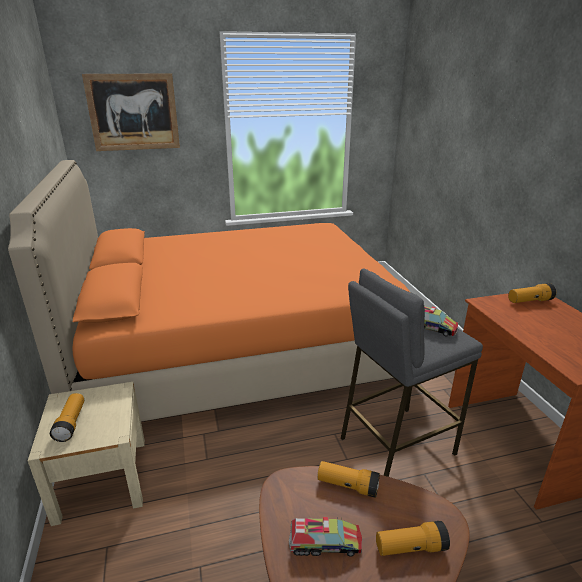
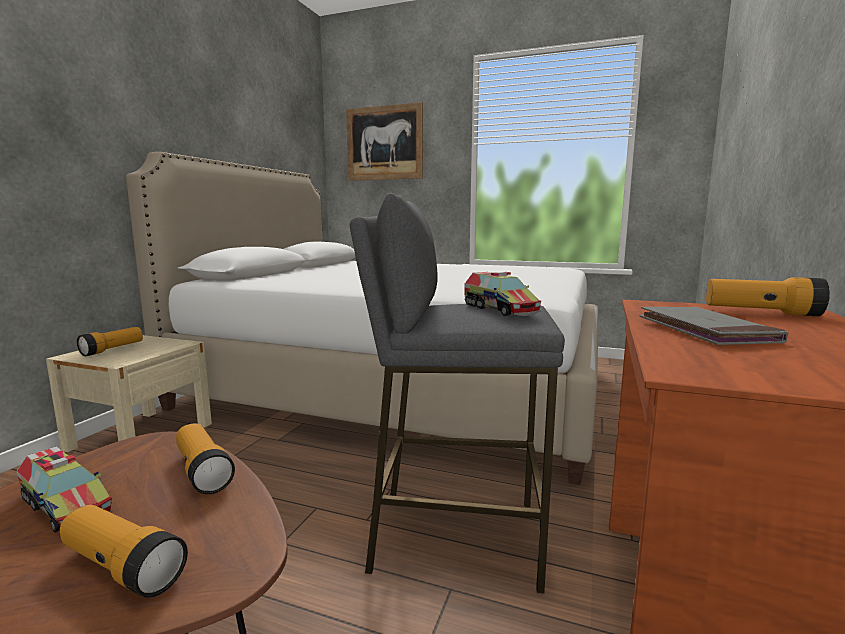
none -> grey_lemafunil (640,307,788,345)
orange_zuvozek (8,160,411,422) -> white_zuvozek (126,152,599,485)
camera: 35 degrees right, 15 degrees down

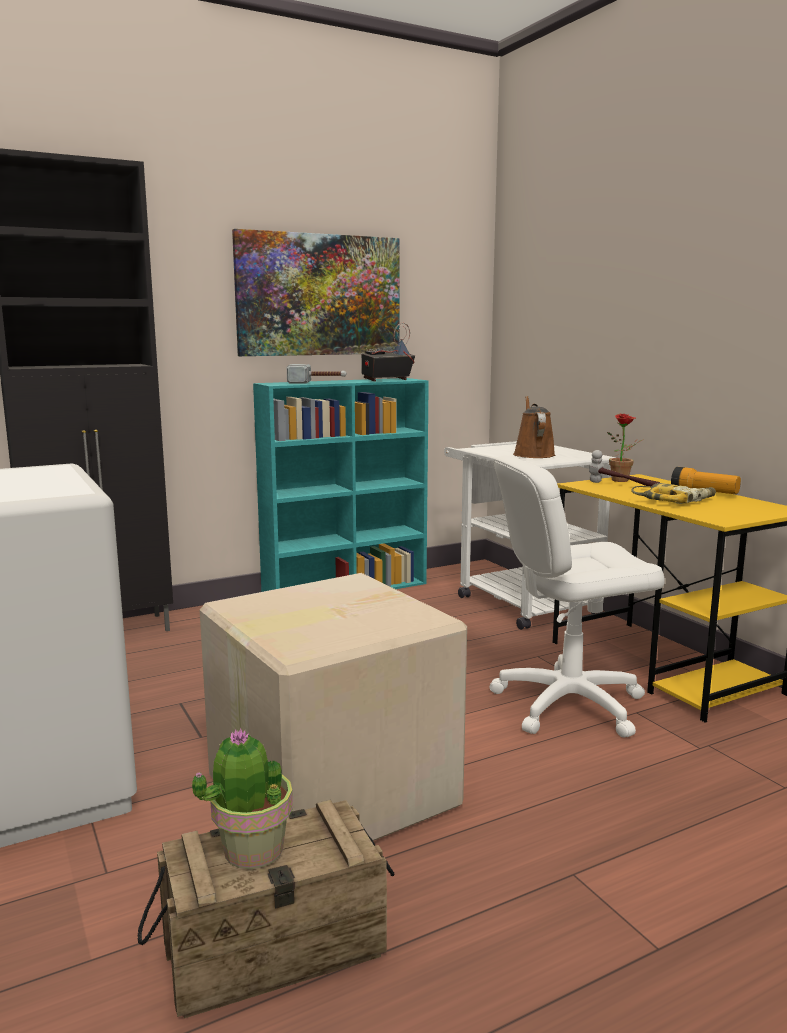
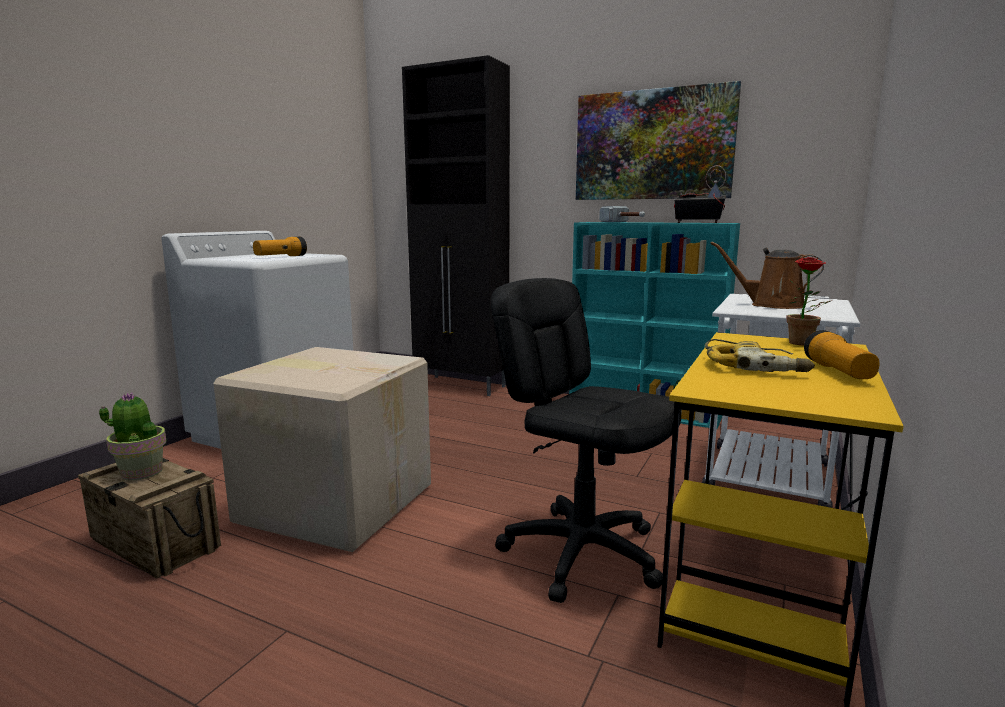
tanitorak (589,450,660,488) -> none
none -> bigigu (253,237,307,256)
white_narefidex (489,456,665,738) -> black_narefidex (491,278,681,603)
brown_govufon (513,396,556,458) -> brown_govufon (710,241,824,309), 120 degrees counterclockwise
camera: 55 degrees right, 0 degrees up

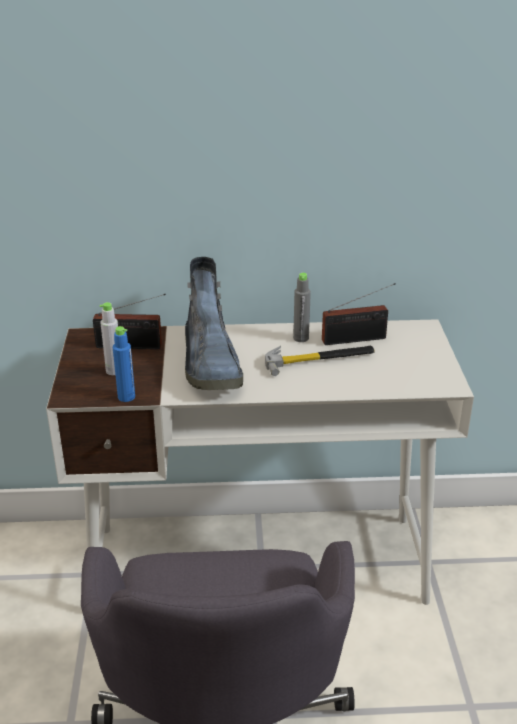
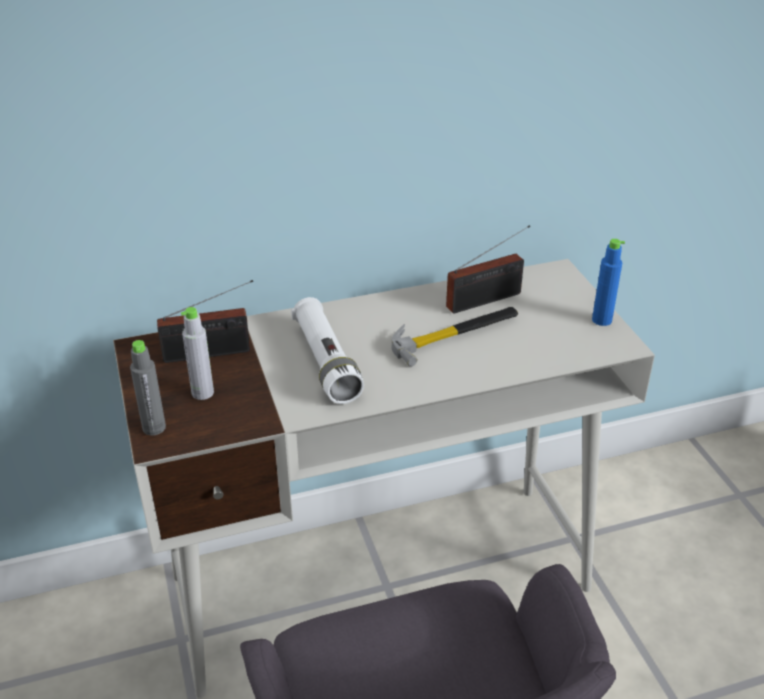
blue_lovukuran (113,326,135,402) -> blue_lovukuran (592,239,625,326), shifted
grey_lovukuran (293,273,311,342) -> grey_lovukuran (130,340,166,435), shifted
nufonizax (185,257,243,390) -> white_bigigu (291,297,364,404)
camera: 15 degrees left, 5 degrees up

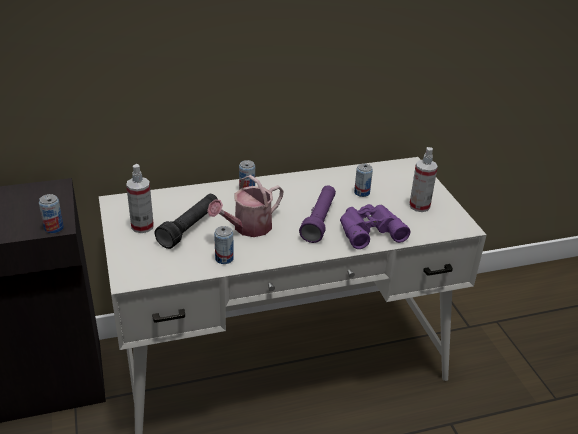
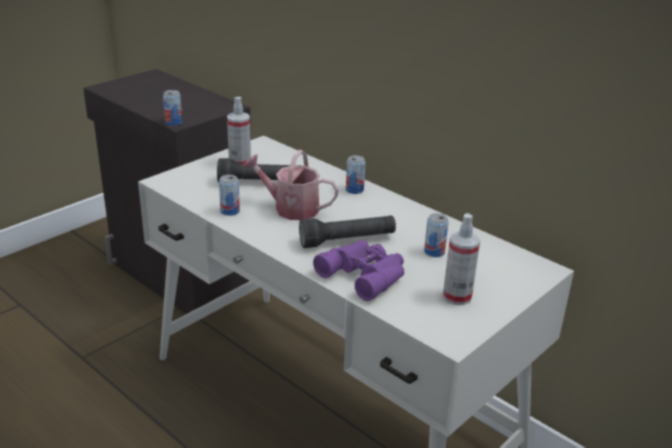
purple_bigigu (299,185,336,243) -> black_bigigu (299,216,396,248)
camera: 60 degrees right, 5 degrees down

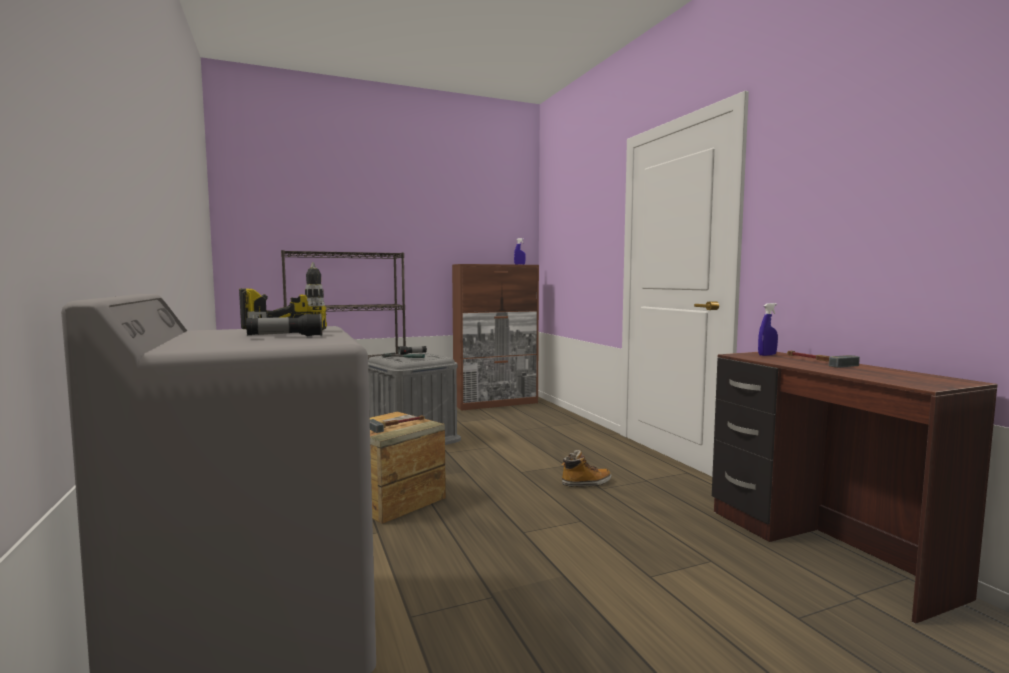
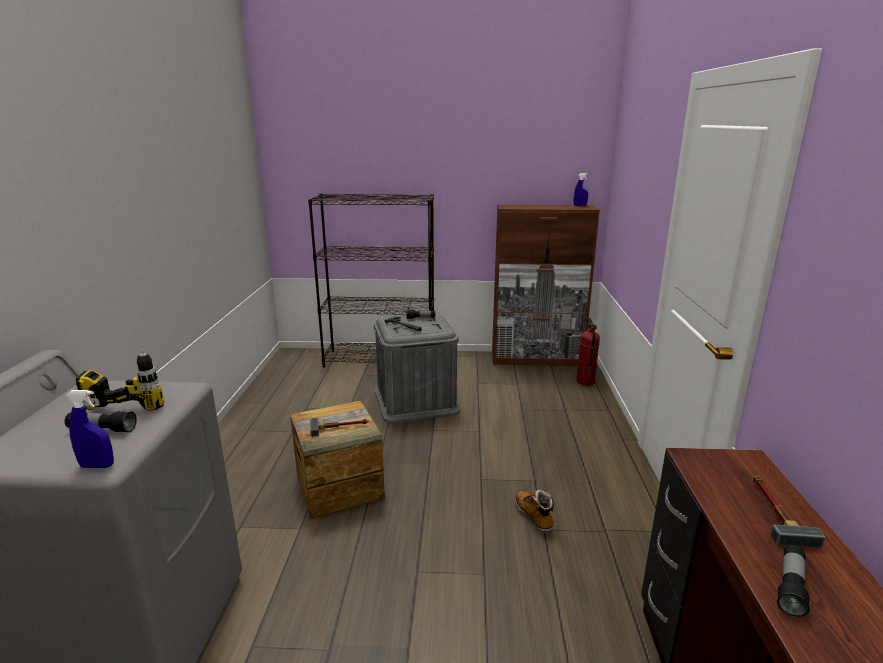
none -> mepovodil (576,318,600,386)
none -> bigigu (777,545,810,617)
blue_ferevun (758,303,778,356) -> blue_ferevun (65,390,114,468), shifted
nufonizax (561,450,611,487) -> nufonizax (515,490,554,534), 120 degrees counterclockwise
camera: 25 degrees right, 15 degrees up

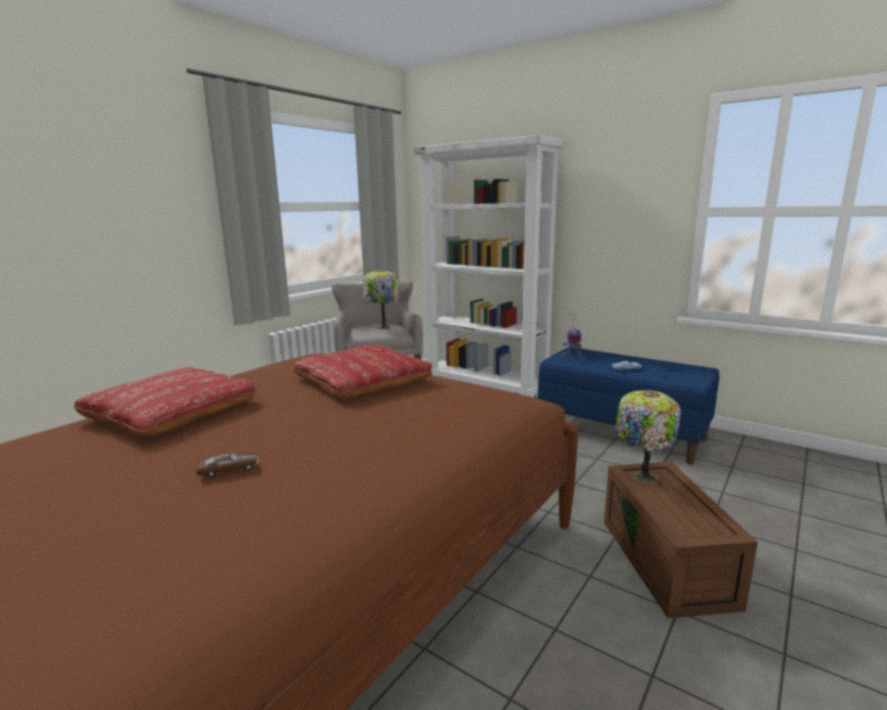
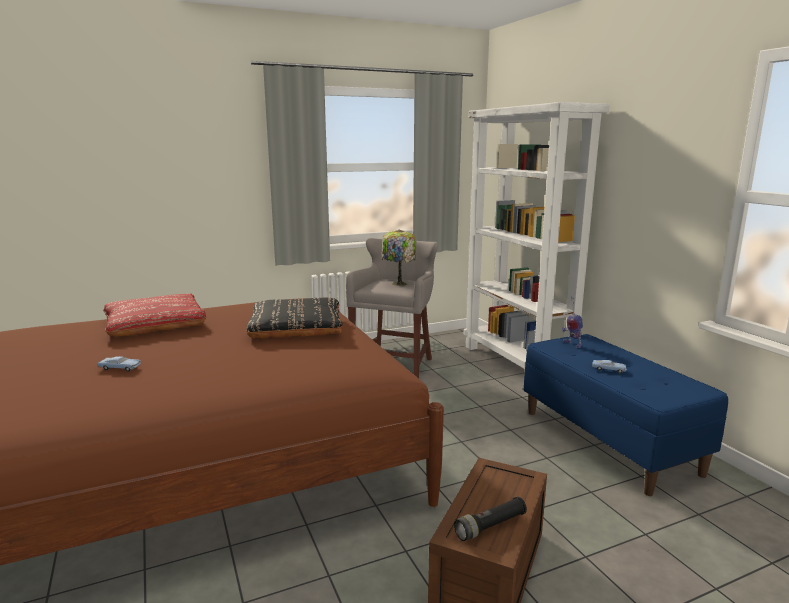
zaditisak (615,390,681,484) -> none
none -> black_bigigu (454,497,527,541)
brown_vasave (196,452,258,478) -> blue_vasave (97,356,141,372)
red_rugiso (292,344,432,399) -> black_rugiso (246,297,343,338)
camera: 30 degrees right, 0 degrees up

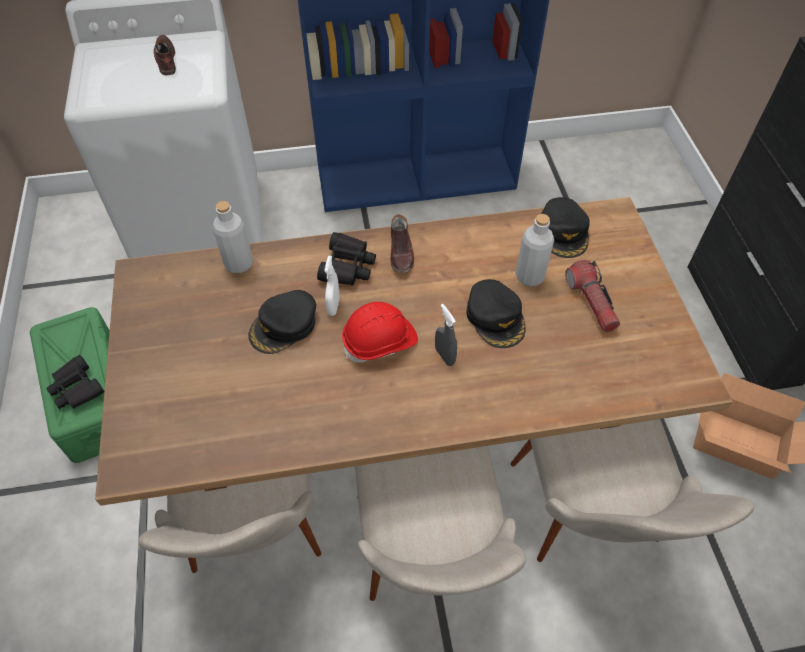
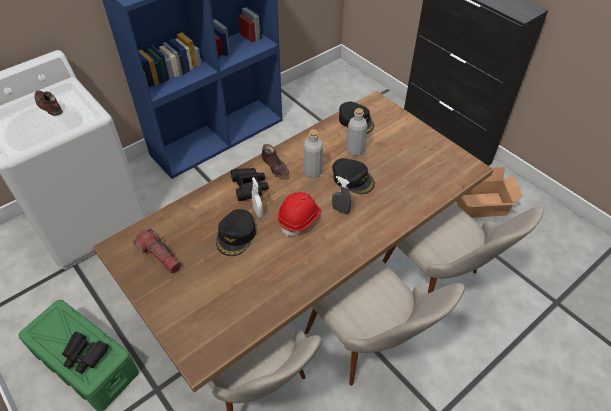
grey_lovukuran (213,201,253,273) -> grey_lovukuran (303,129,323,178), shifted
bigigu (565,260,620,332) -> bigigu (134,228,181,273), shifted
camera: 30 degrees left, 5 degrees down

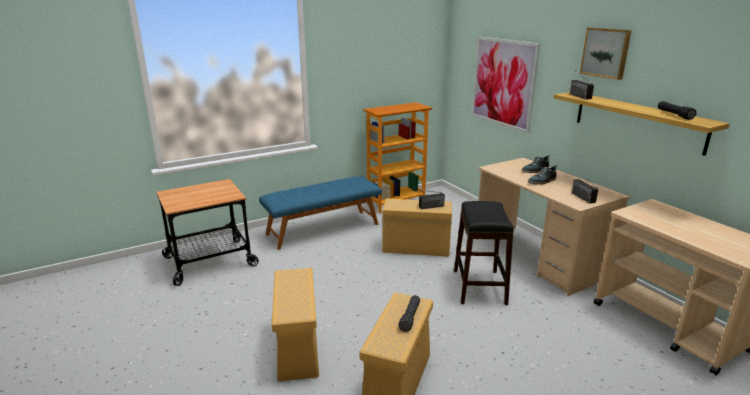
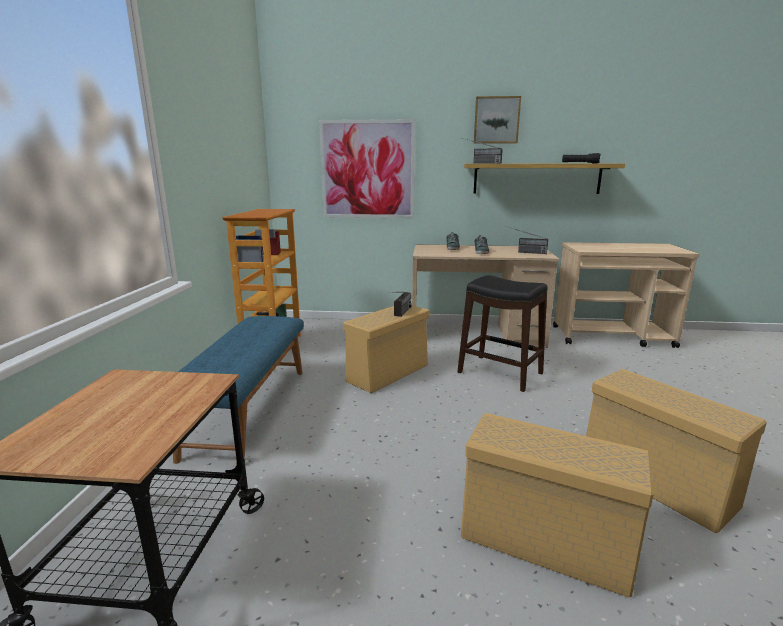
black_bigigu (399,295,420,332) -> none
camera: 55 degrees left, 5 degrees down

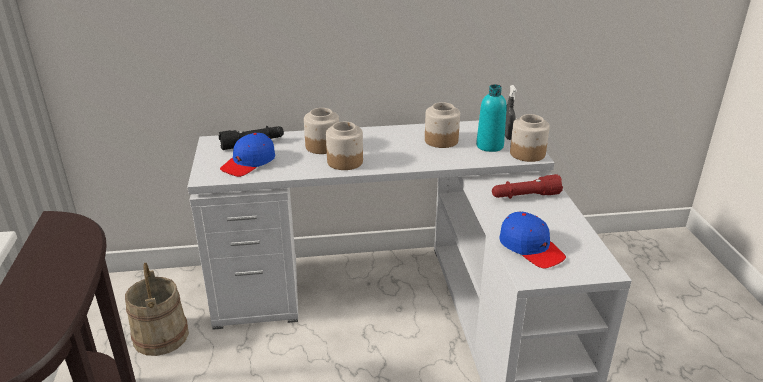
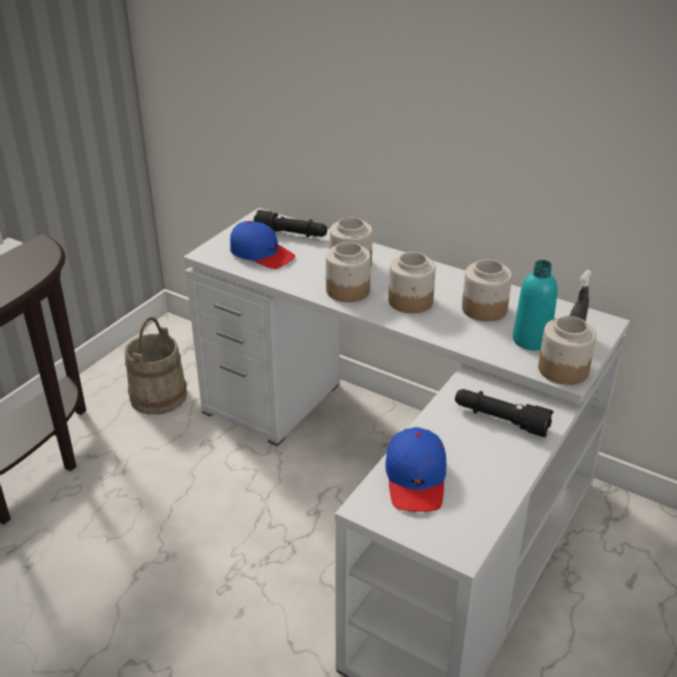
none -> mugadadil (388,252,436,313)
red_bigigu (492,174,563,199) -> black_bigigu (455,389,553,437)
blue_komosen (220,133,275,177) -> blue_komosen (230,221,295,269), 135 degrees counterclockwise
camera: 40 degrees right, 5 degrees up

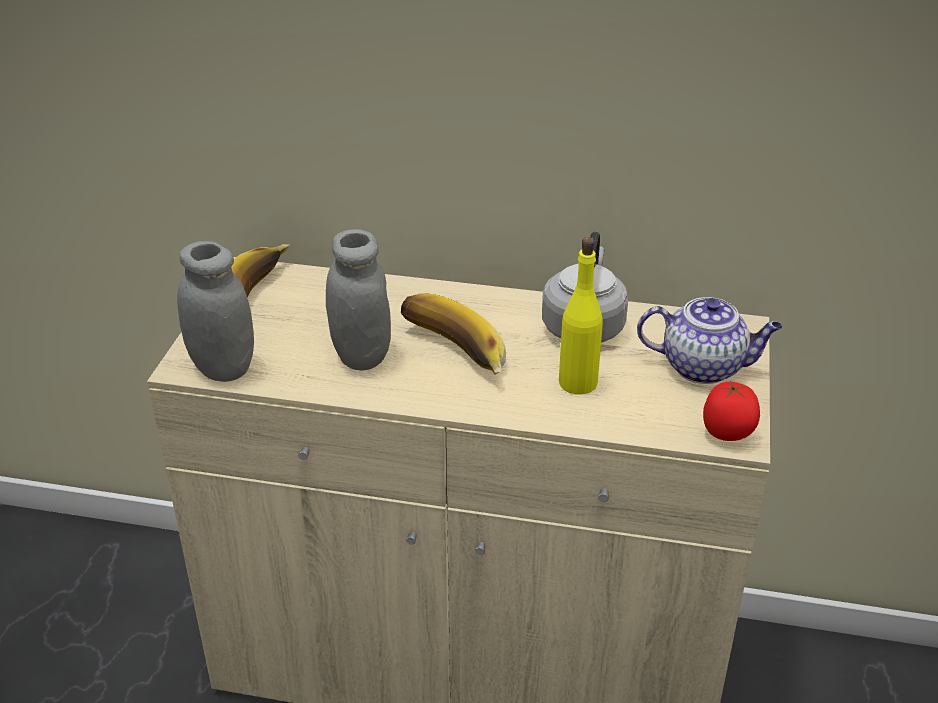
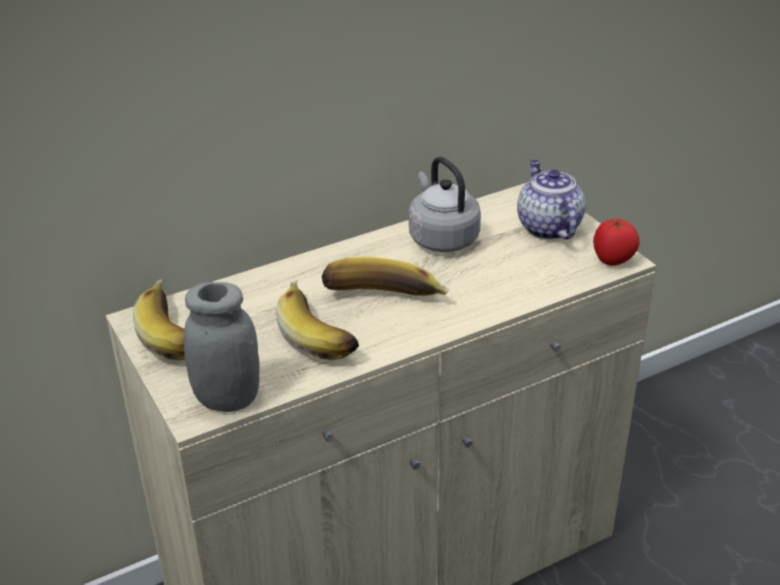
yellow_lovukuran (559,237,603,395) -> none
grey_mugadadil (326,229,391,371) -> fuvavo (276,280,359,360)
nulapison (637,297,783,384) -> nulapison (517,160,586,239), 75 degrees counterclockwise
camera: 40 degrees left, 0 degrees up

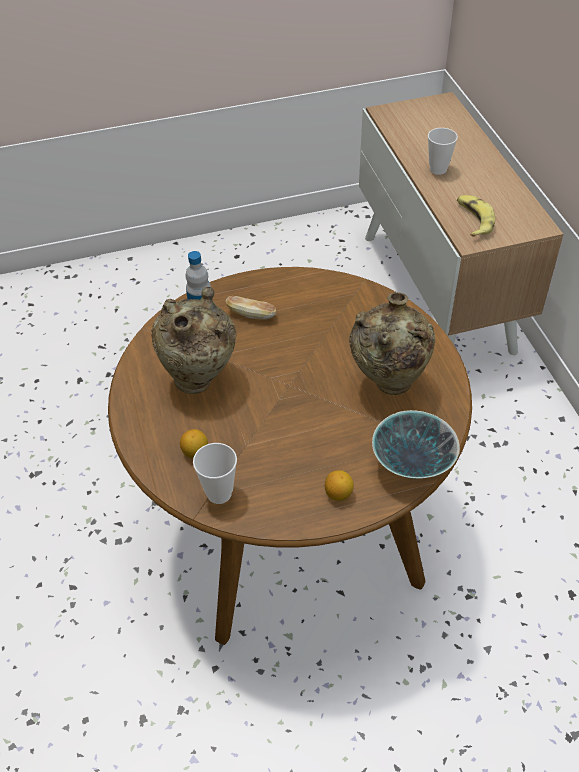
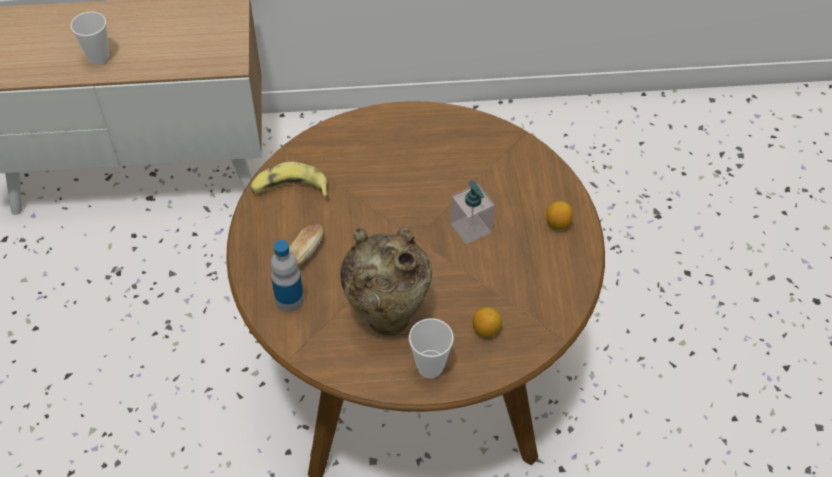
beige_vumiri (349,292,435,395) -> none
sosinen (372,410,460,479) -> none
none -> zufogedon (450,180,495,244)
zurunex (193,443,237,504) -> zurunex (409,318,454,378), shifted
fuvavo (457,195,495,237) -> fuvavo (250,162,329,198), shifted
camera: 80 degrees left, 5 degrees up

